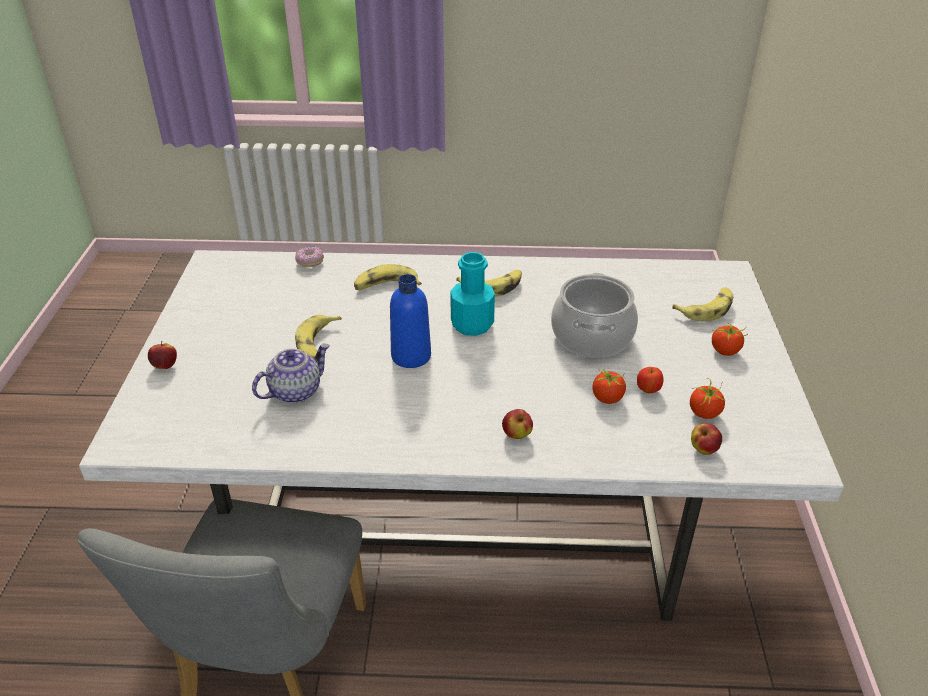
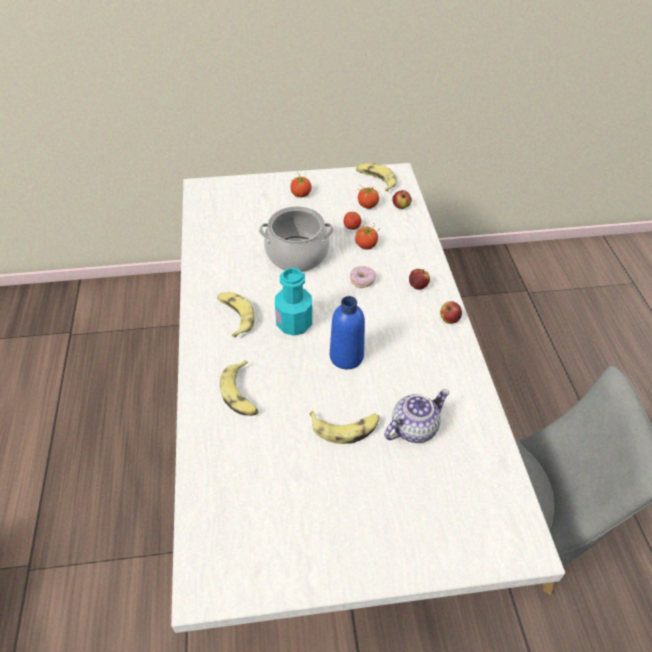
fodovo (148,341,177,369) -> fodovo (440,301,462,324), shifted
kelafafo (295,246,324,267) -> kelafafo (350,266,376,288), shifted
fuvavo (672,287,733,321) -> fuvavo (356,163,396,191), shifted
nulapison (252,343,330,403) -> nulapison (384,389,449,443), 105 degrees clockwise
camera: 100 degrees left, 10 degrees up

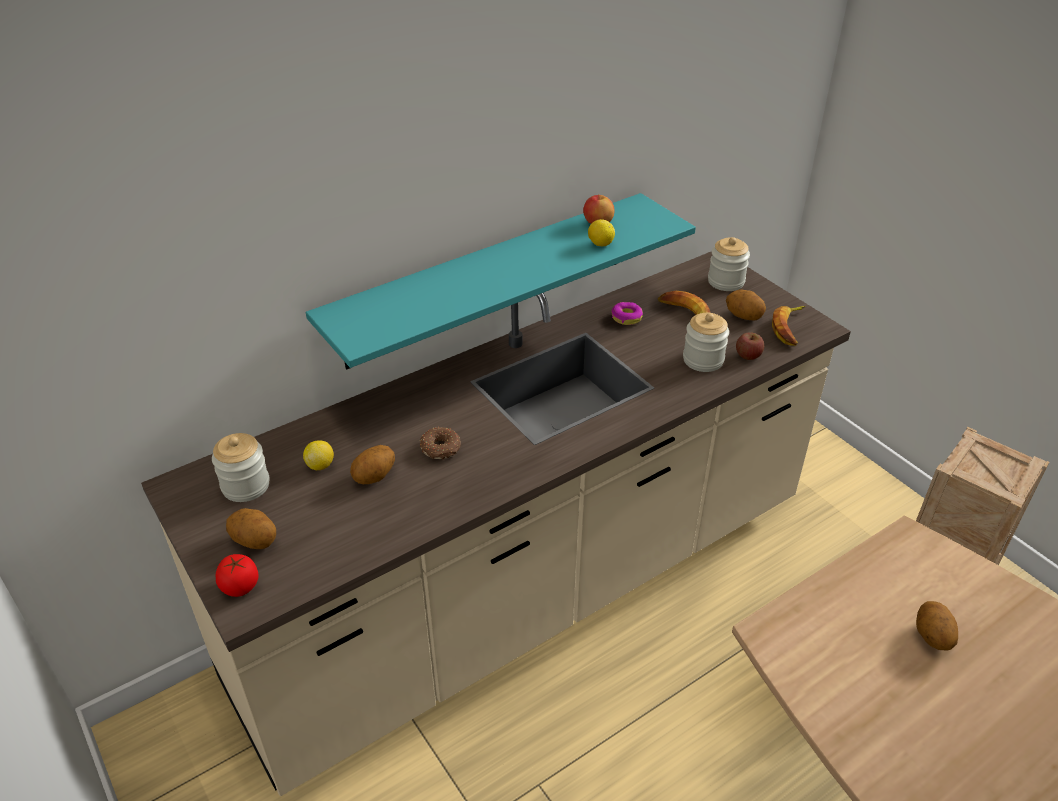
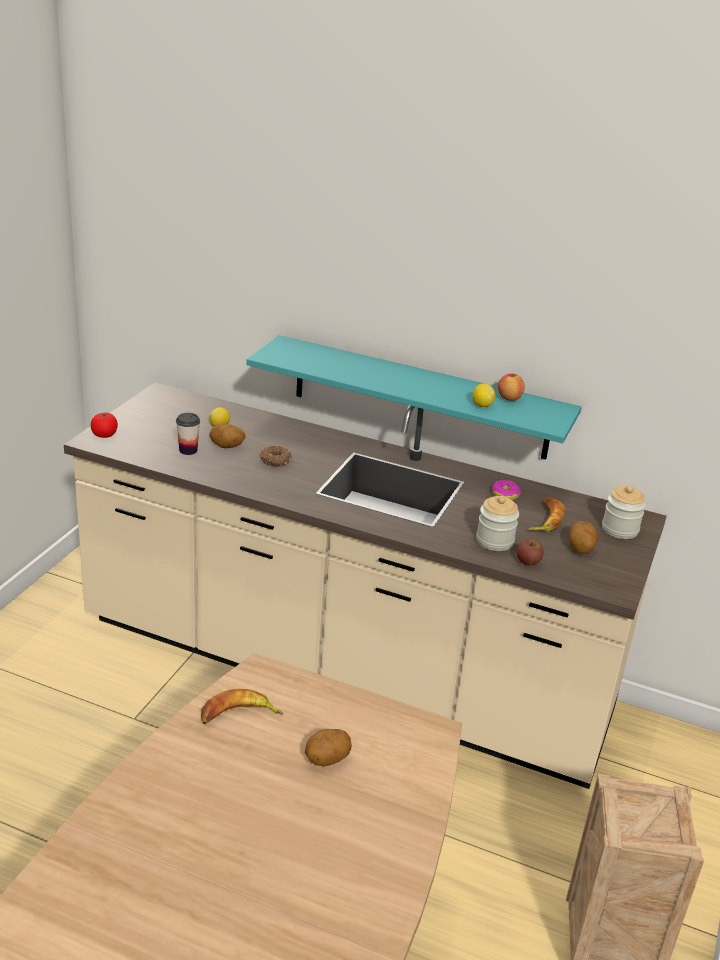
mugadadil (212,433,269,502) -> none
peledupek (226,508,276,549) -> none
none -> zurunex (176,413,200,455)
fuvavo (772,306,806,346) -> fuvavo (201,689,283,724), shifted
camera: 55 degrees right, 10 degrees down

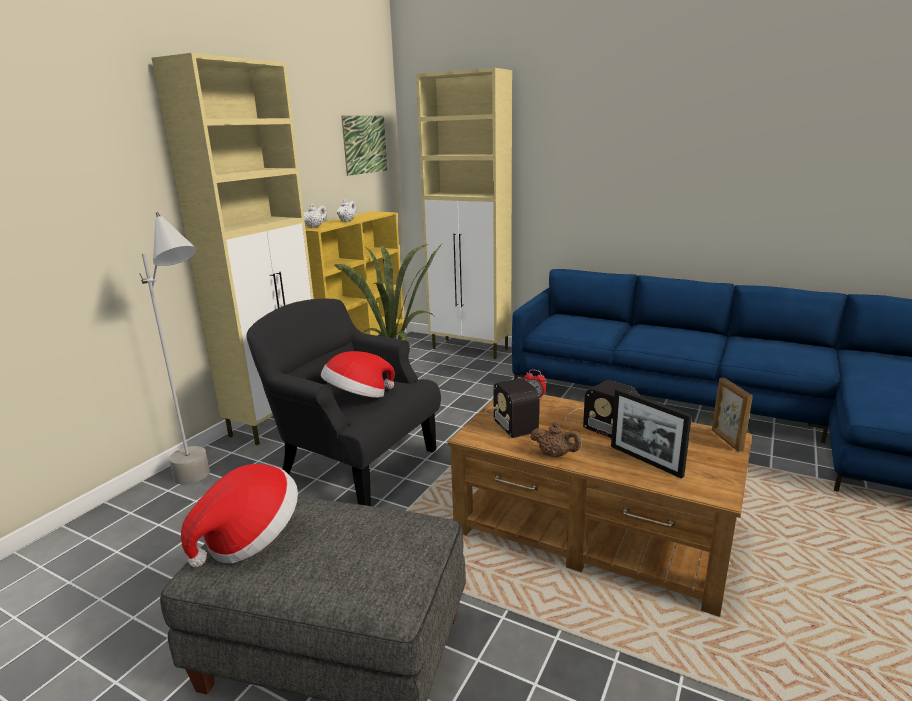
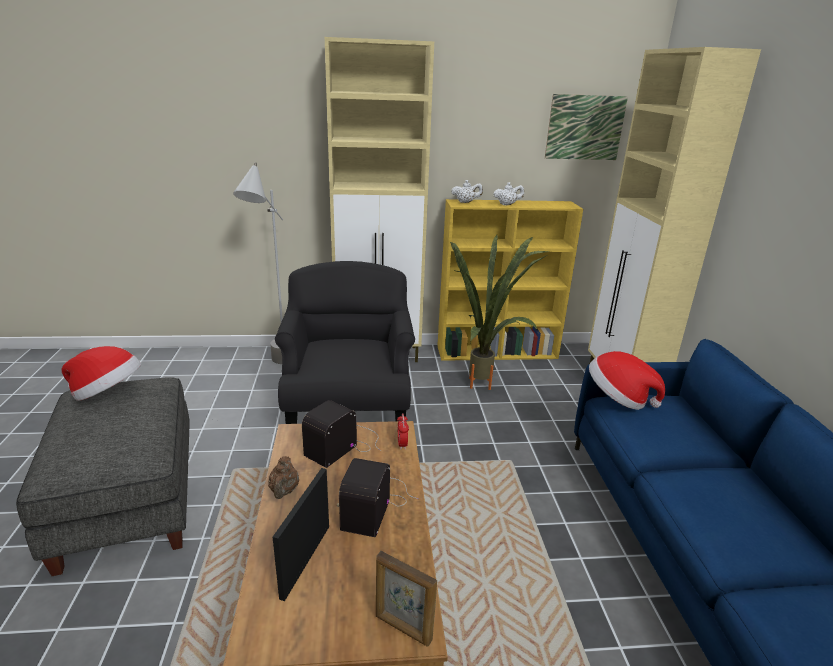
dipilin (321,351,395,398) -> dipilin (589,351,665,410), shifted
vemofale (712,378,753,452) -> vemofale (376,551,437,647), 105 degrees counterclockwise
camera: 55 degrees right, 5 degrees up

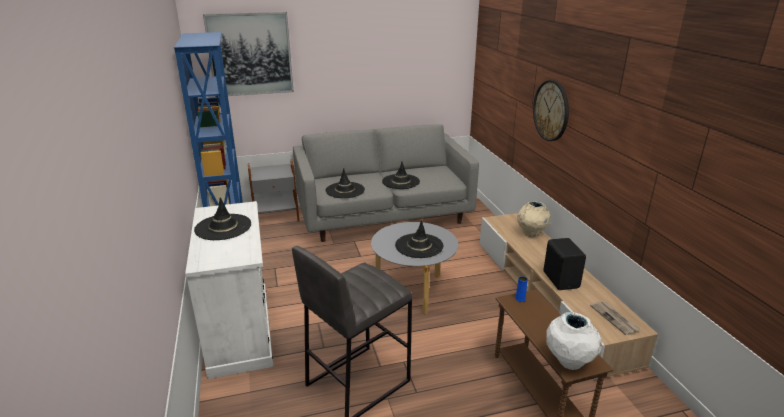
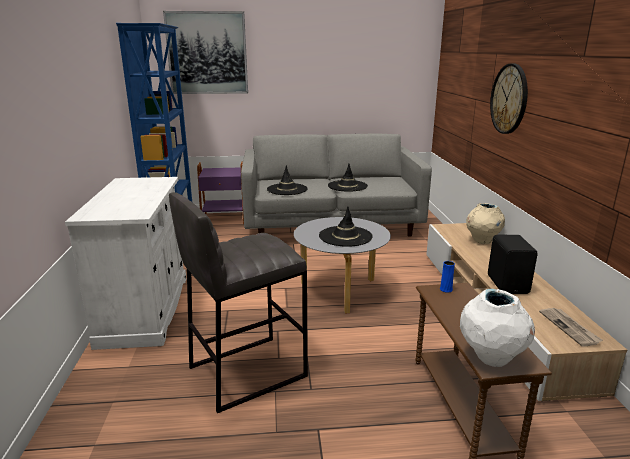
black_dipilin (194,197,251,240) -> none
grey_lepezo (248,159,300,222) -> purple_lepezo (197,161,244,225)
camera: 10 degrees right, 5 degrees down

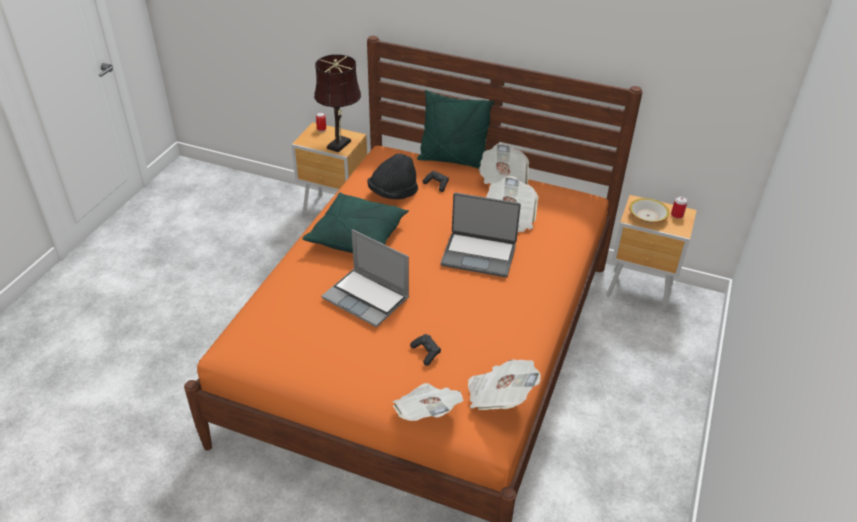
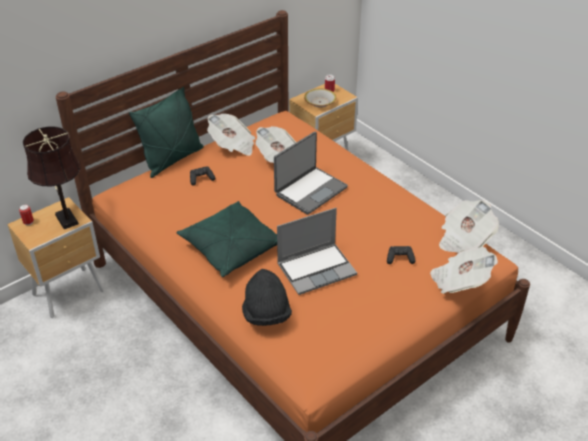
black_dipilin (368,154,418,200) -> black_dipilin (242,269,292,326), shifted
camera: 60 degrees left, 0 degrees up

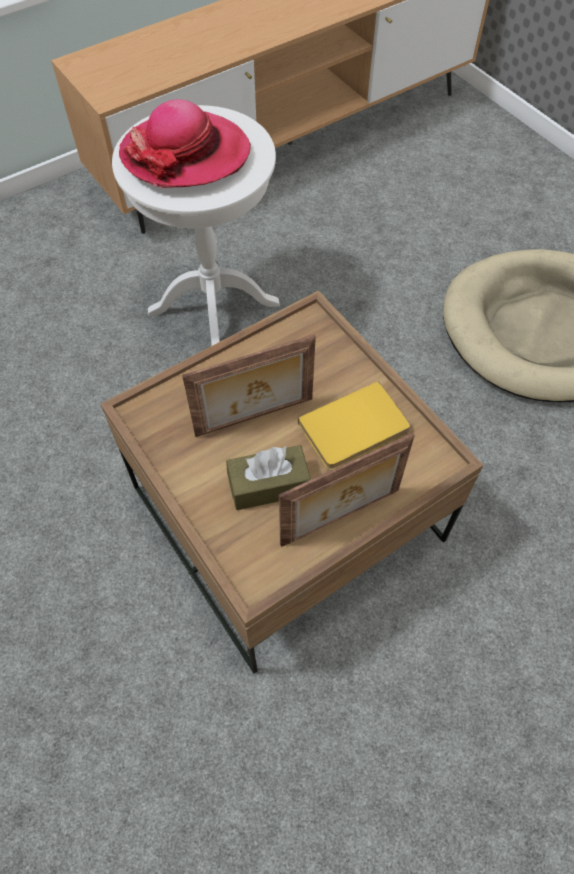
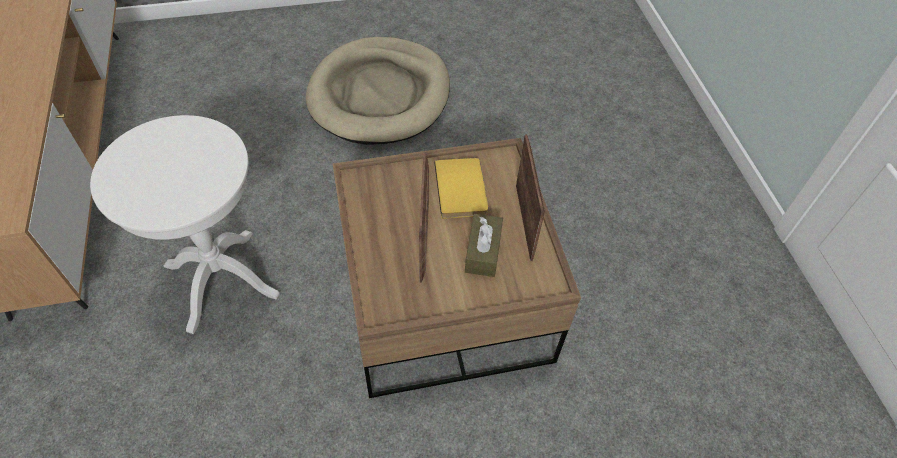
dipilin (119,99,251,188) -> none
camera: 70 degrees left, 5 degrees down

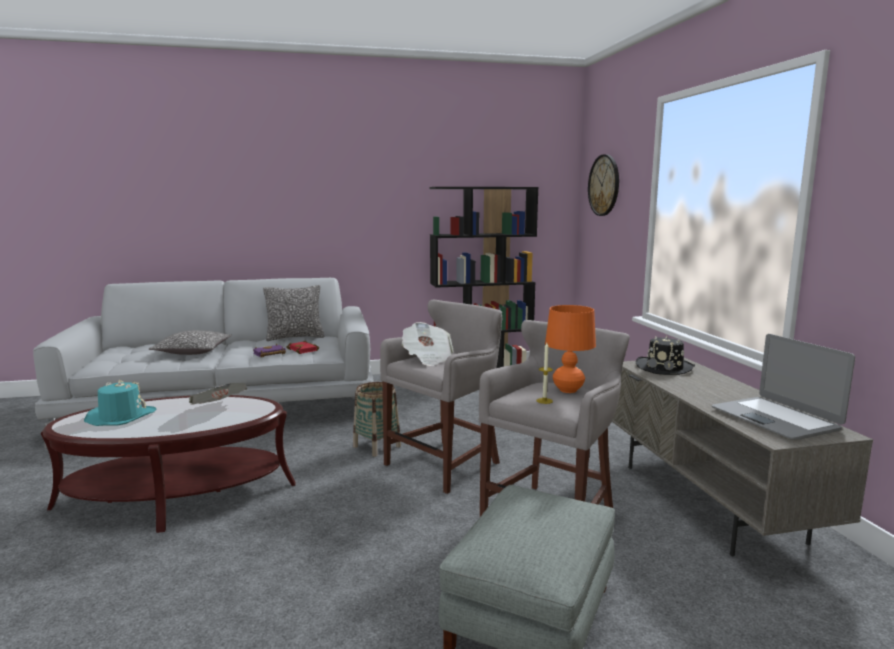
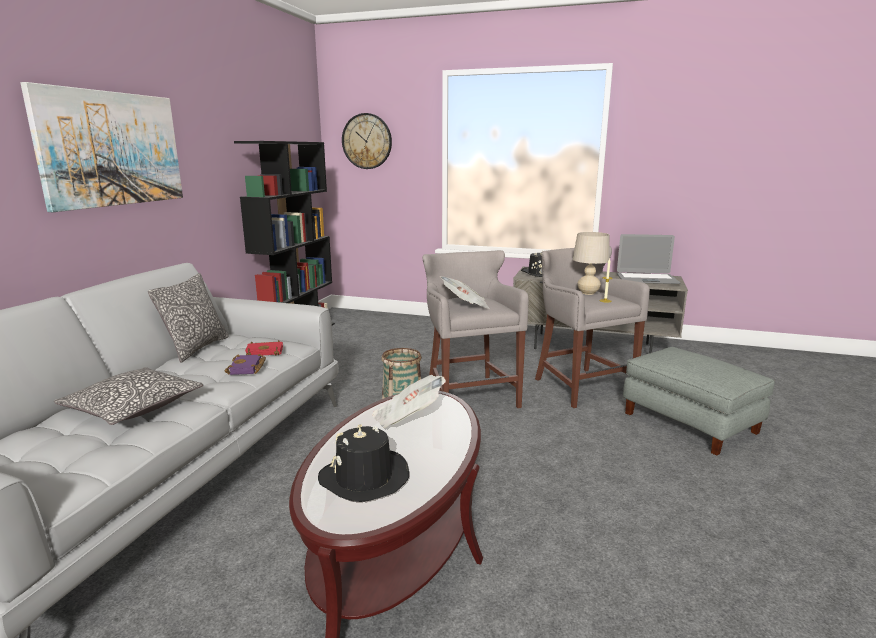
none -> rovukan (20,82,183,212)
turquoise_dipilin (84,380,156,426) -> black_dipilin (318,424,409,502)
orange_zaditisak (545,305,596,393) -> beige_zaditisak (573,232,610,295)
camera: 60 degrees left, 5 degrees up

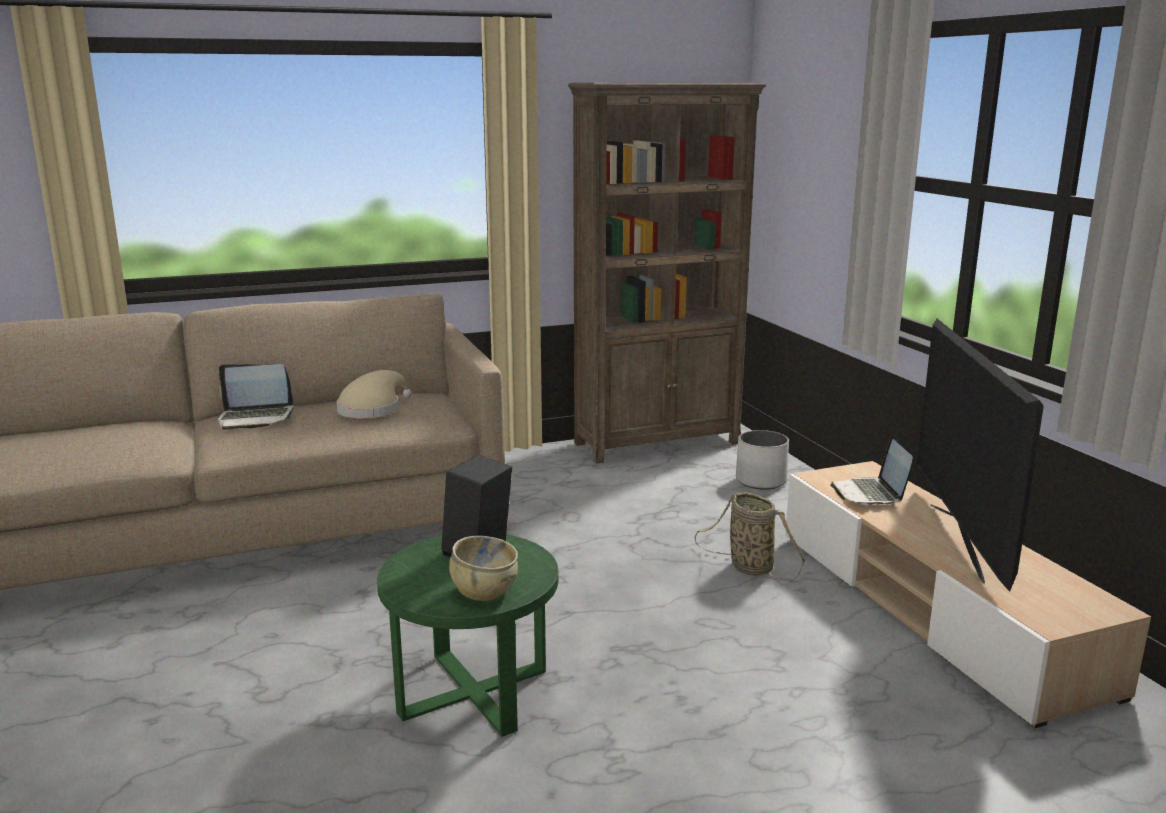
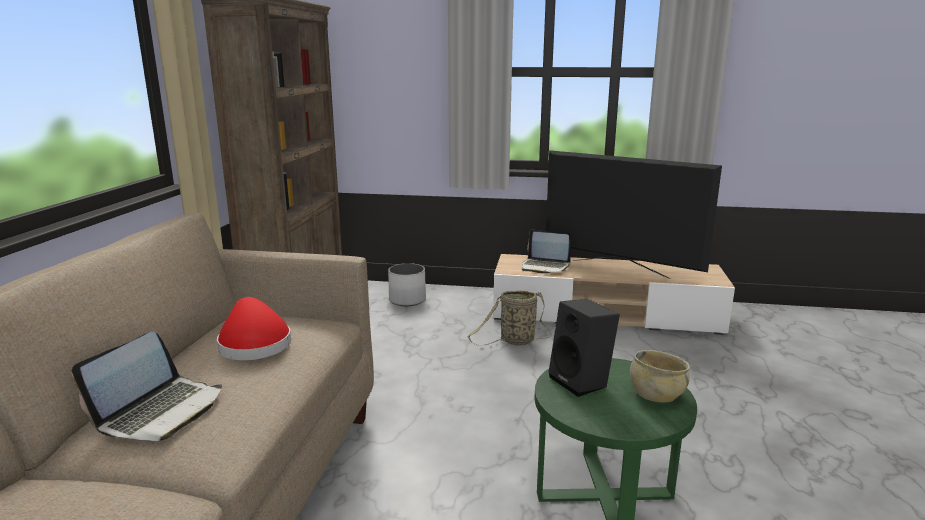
beige_dipilin (336,370,412,419) -> red_dipilin (217,297,291,360)
camera: 60 degrees left, 0 degrees up

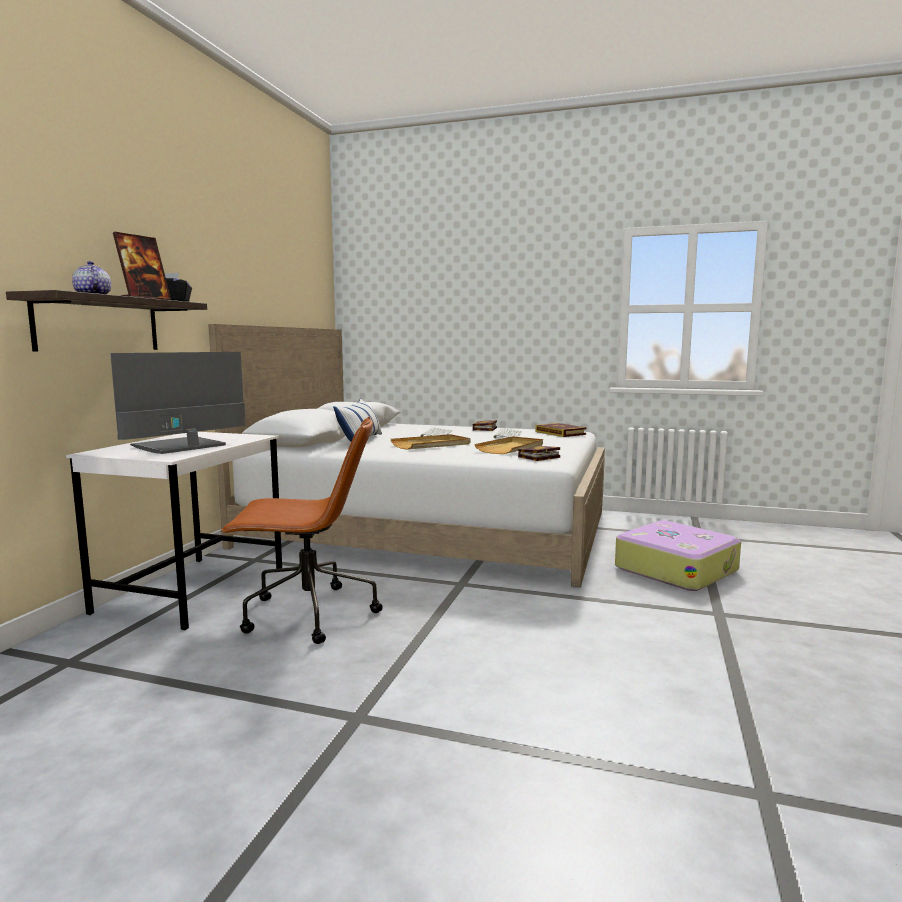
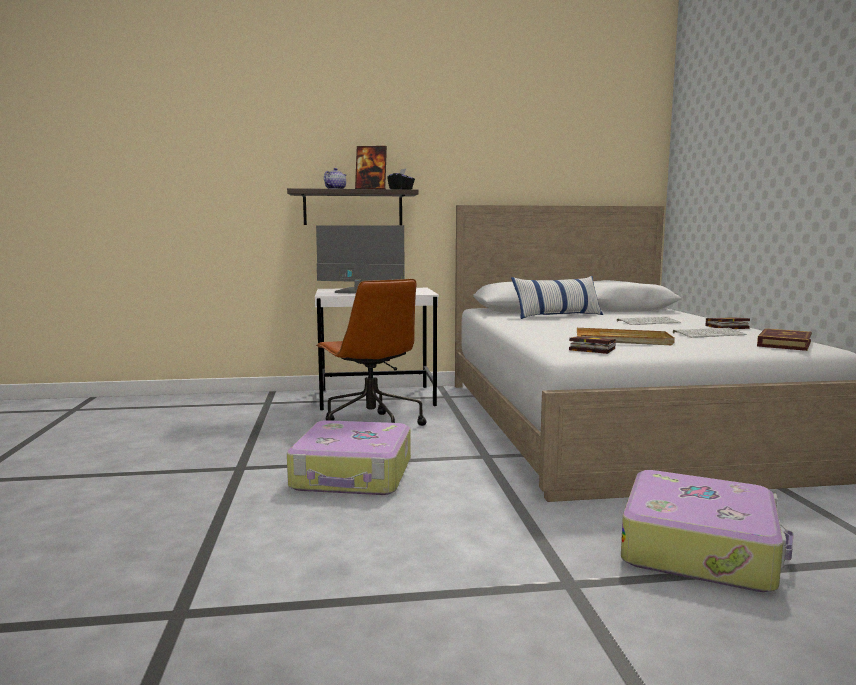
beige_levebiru (391,434,471,450) -> none
none -> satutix (287,420,411,495)
camera: 65 degrees right, 0 degrees up

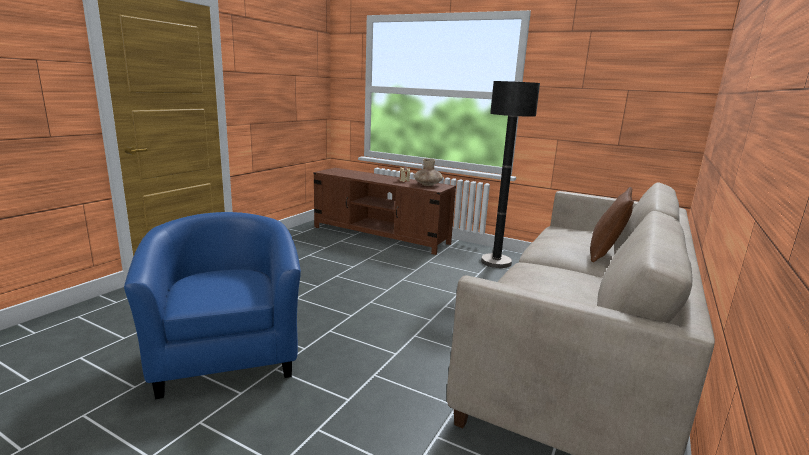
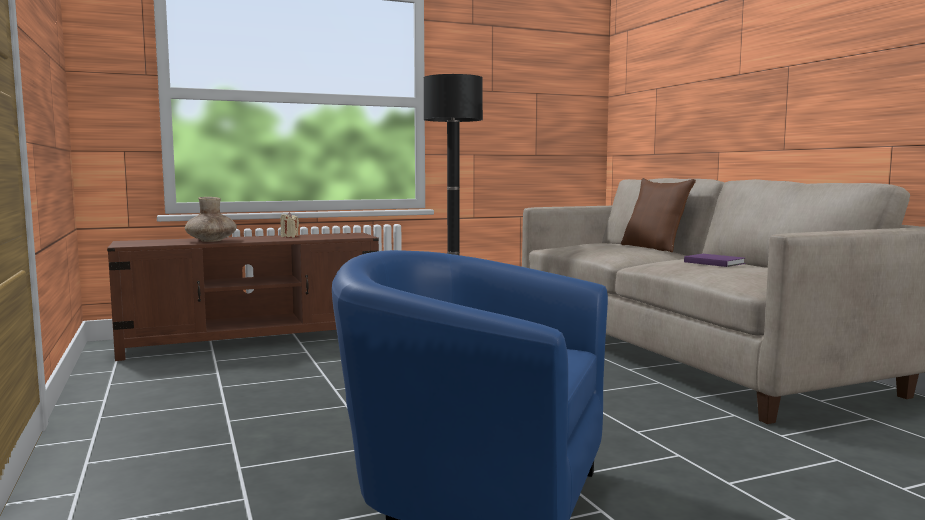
none -> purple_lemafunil (684,254,745,267)
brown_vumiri (414,158,443,186) -> brown_vumiri (185,197,237,242), shifted
camera: 50 degrees left, 10 degrees down

